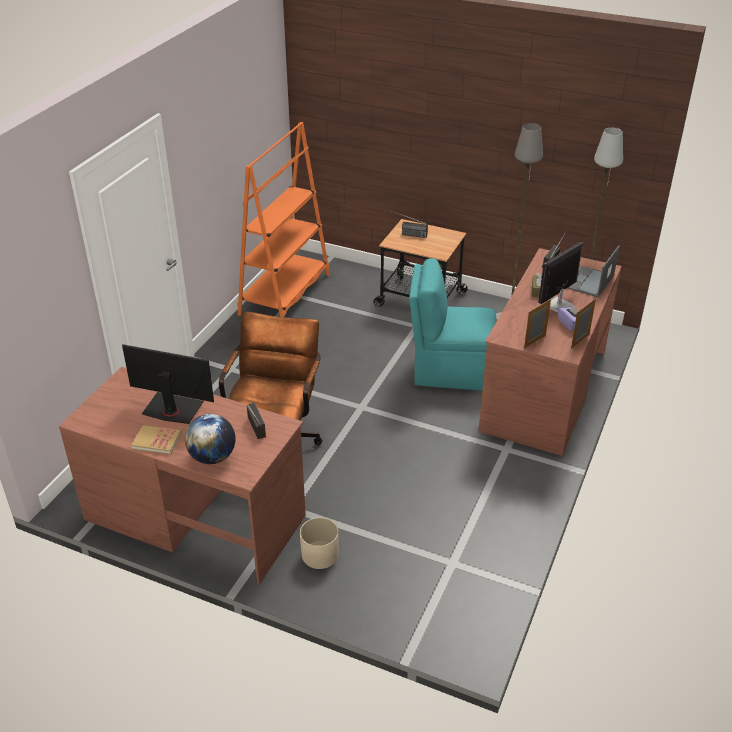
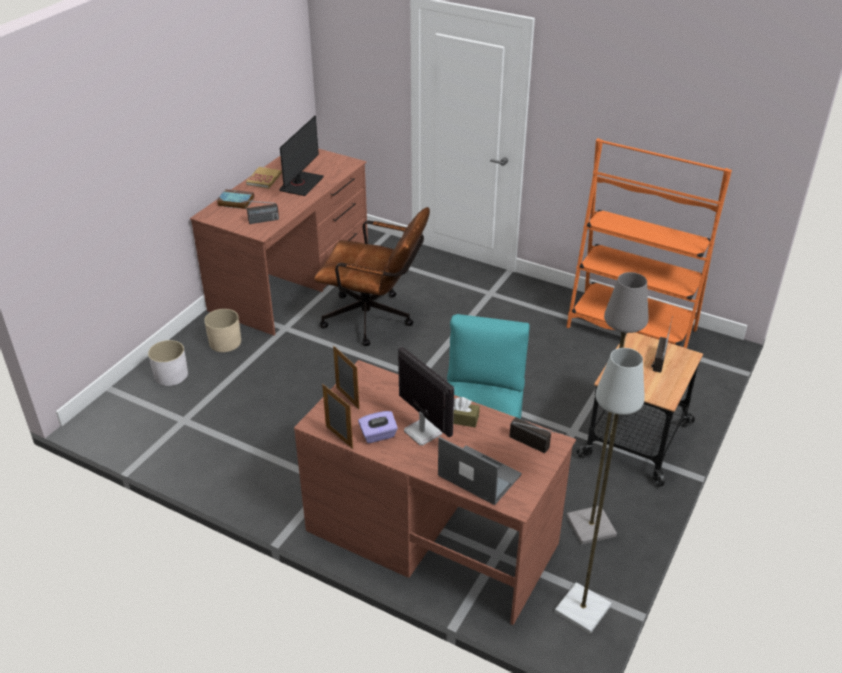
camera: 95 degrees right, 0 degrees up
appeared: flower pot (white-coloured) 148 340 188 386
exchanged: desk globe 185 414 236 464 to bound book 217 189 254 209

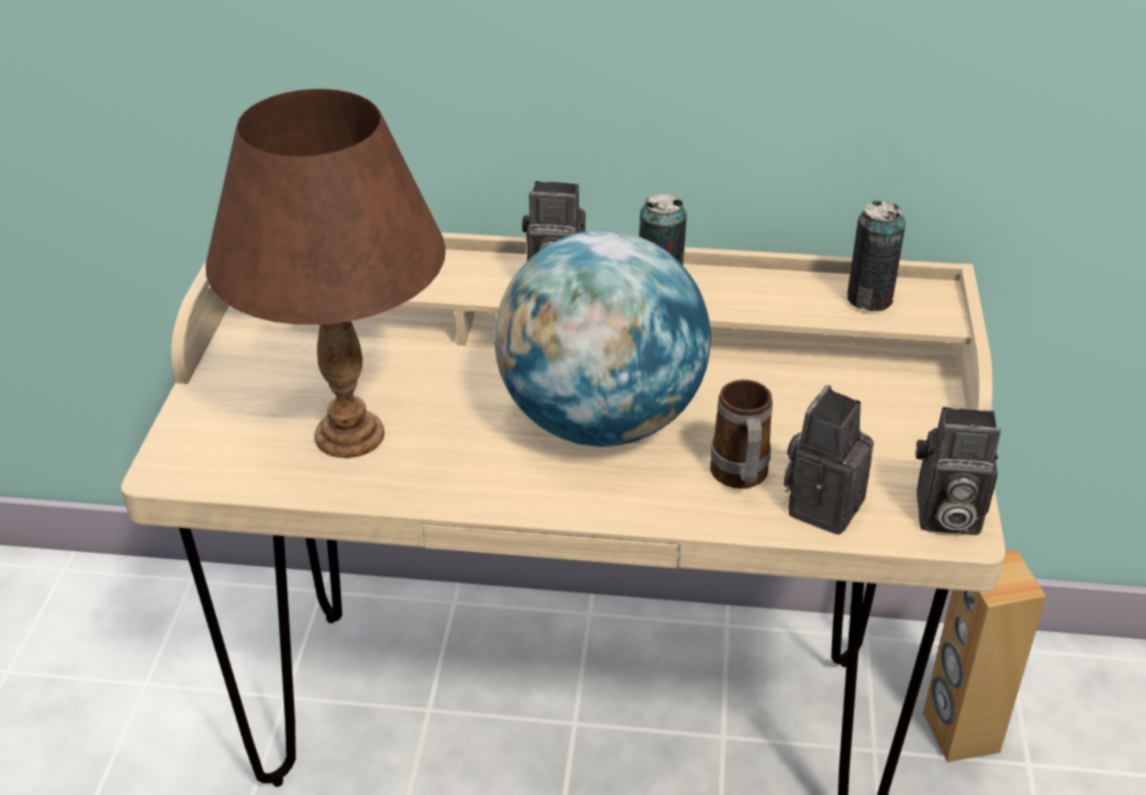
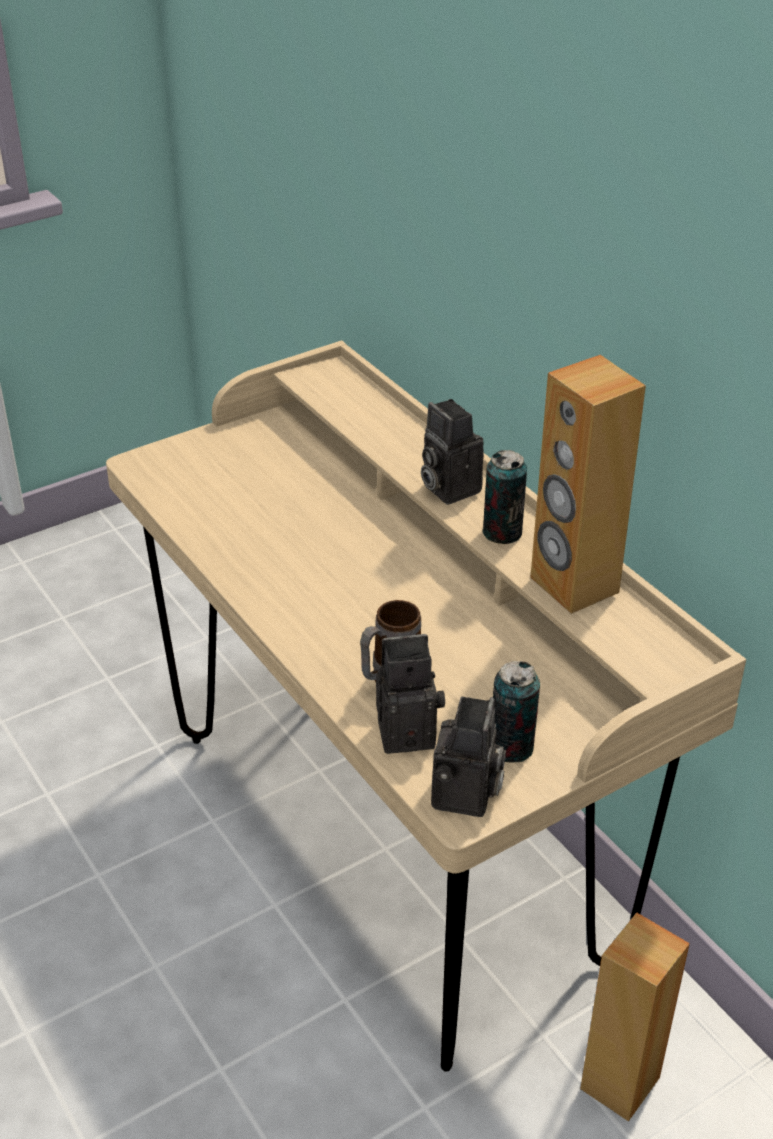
camera: 50 degrees right, 0 degrees up
missing: table lamp (brown) 206 89 446 458; desk globe 494 230 711 447
appeared: speaker (brown) 530 355 646 614
relocated: metal can 847 200 906 311 to 493 661 540 763
spun: still camera 916 407 1001 535 = 431 697 506 817 135 degrees counterclockwise

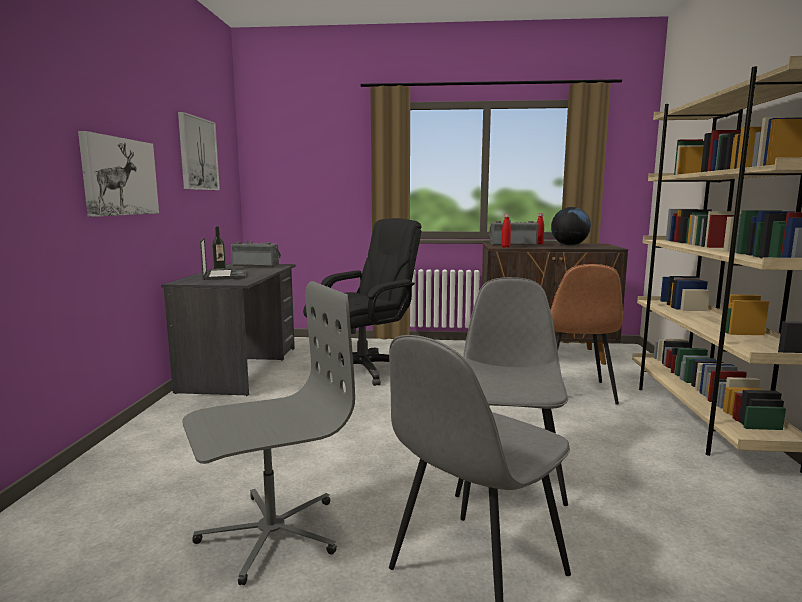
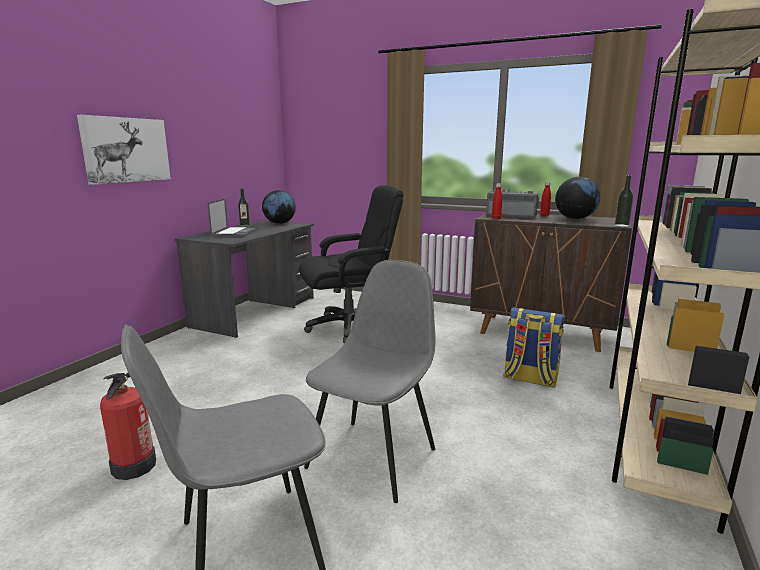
camera: 20 degrees right, 5 degrees up
missing: wall art 178 112 220 190
appeared: beverage bottle 615 175 634 227
exchanged: radio 231 241 281 267 to desk globe 262 190 296 224; upright chair (brown) 550 264 623 405 to backpack 503 308 565 388; computer chair (grey) 182 281 355 585 to extinguisher 100 373 156 480

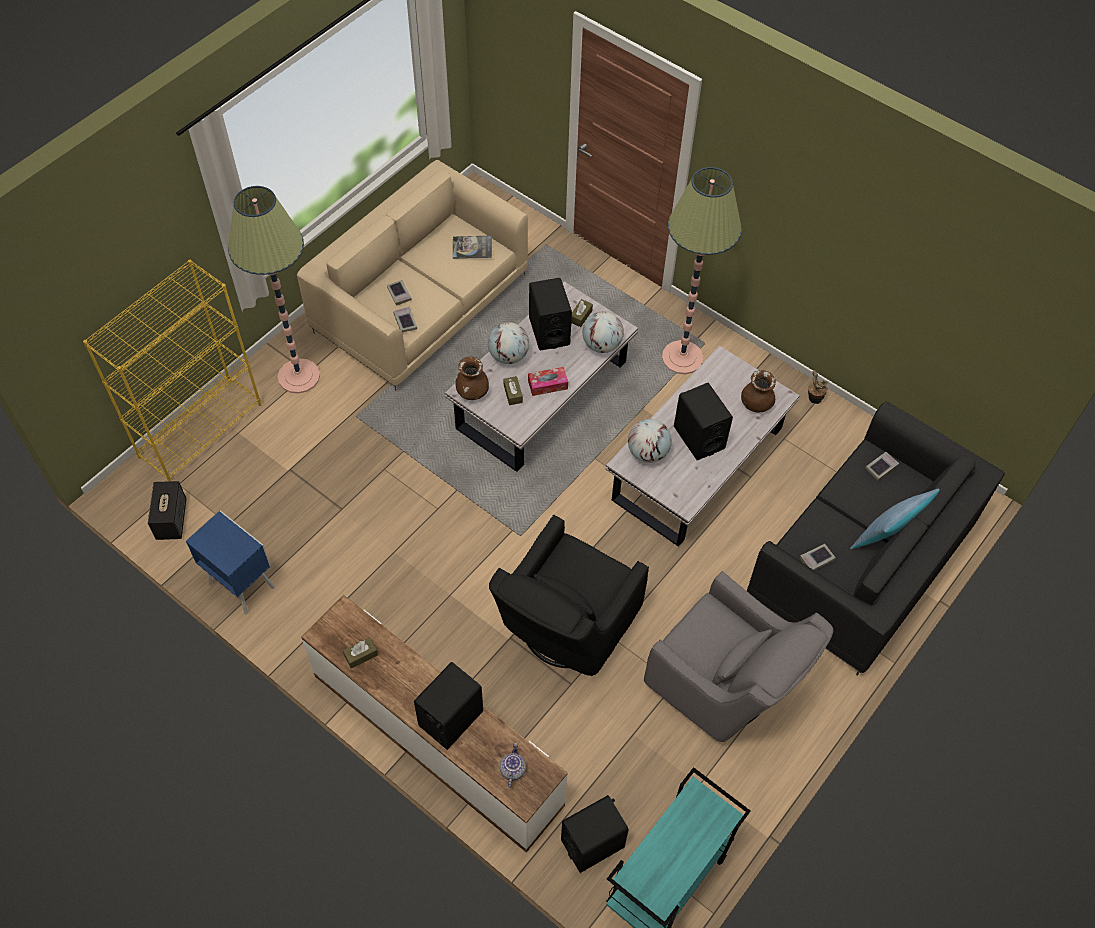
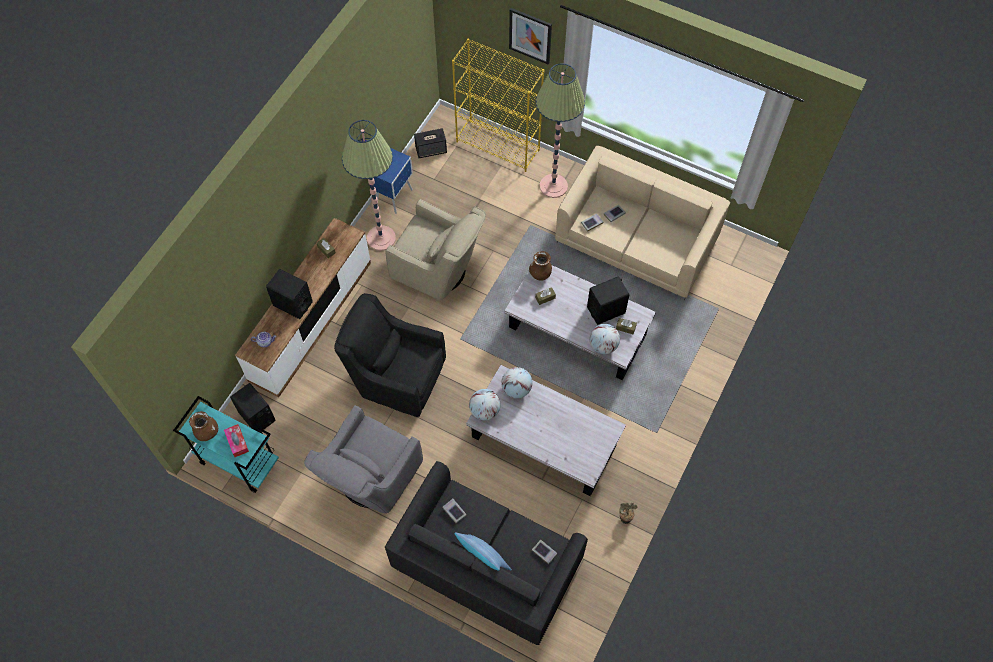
camera: 80 degrees right, 5 degrees up
missing: bound book 453 235 492 259; speaker (black-coloured) 674 383 733 460
appeared: wall art 509 8 552 65; easy chair (beige) 386 199 486 300
relocated: floor lamp 662 167 742 374 to 342 120 396 251; desk globe 488 322 529 364 to 469 389 501 420; tissue box 528 367 568 396 to 224 424 249 457; vase (brown) 741 370 776 412 to 189 411 218 441

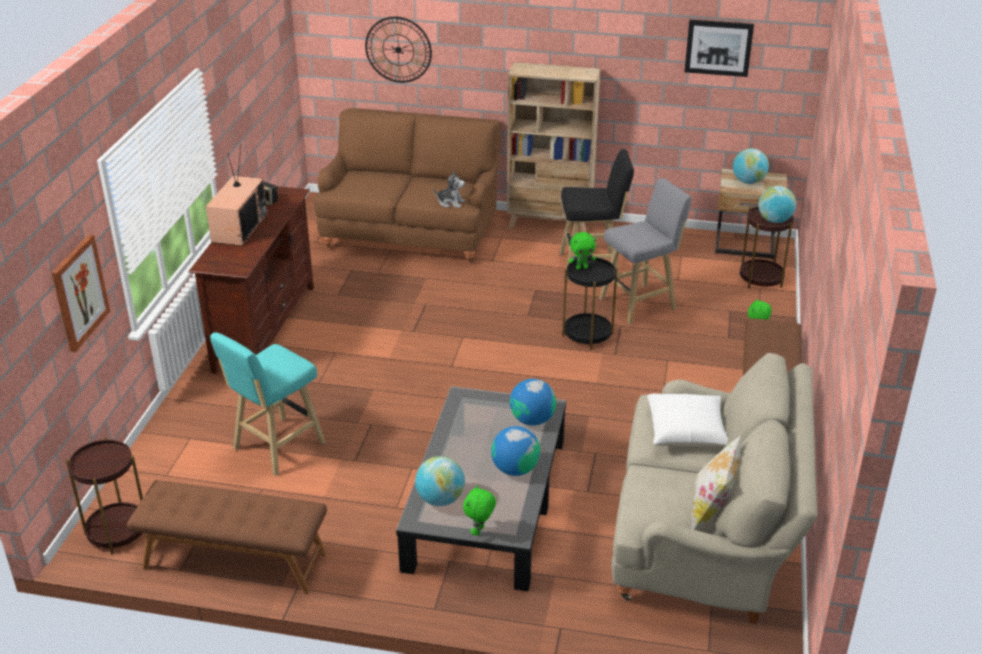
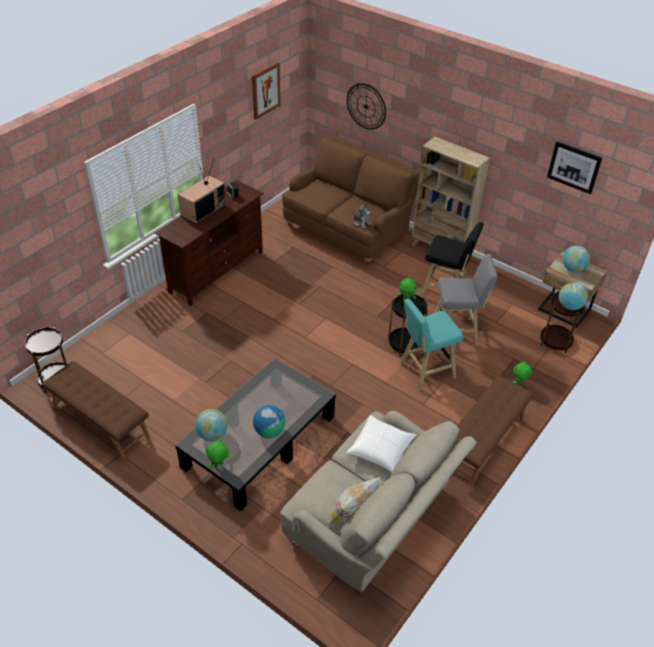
camera: 25 degrees right, 10 degrees up
missing: desk globe 510 379 556 425
relocated: wall art 52 234 110 352 to 252 62 280 120; stool (turquoise) 210 332 326 476 to 400 298 463 391

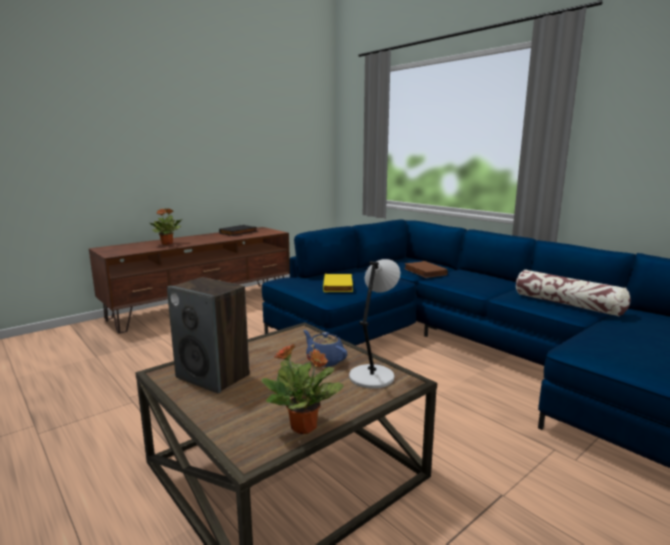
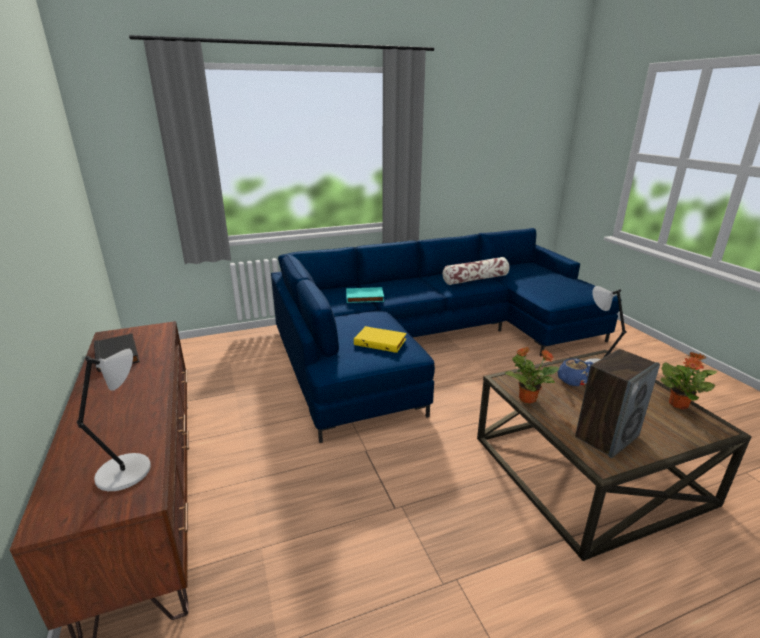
camera: 70 degrees left, 10 degrees up
appeared: table lamp (grey) 77 348 151 491
relocated: houseplant 150 208 182 245 to 505 347 559 404
colour: bound book (brown) 404 261 448 278 to bound book (turquoise) 346 287 384 303

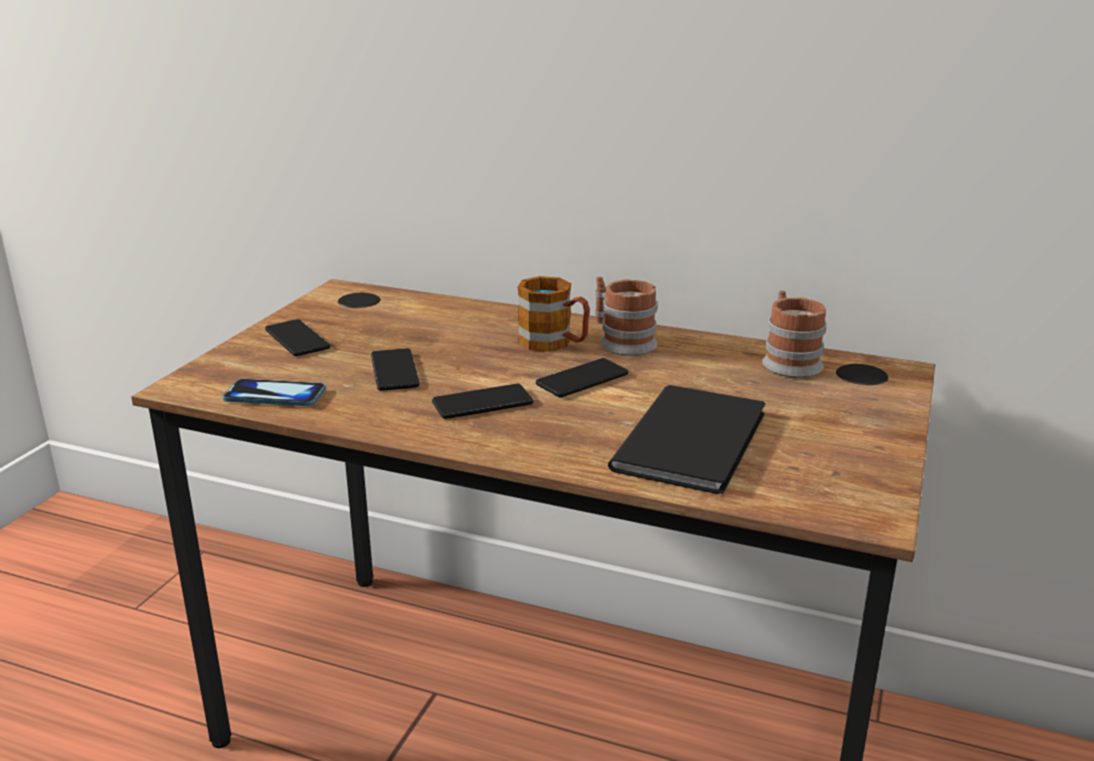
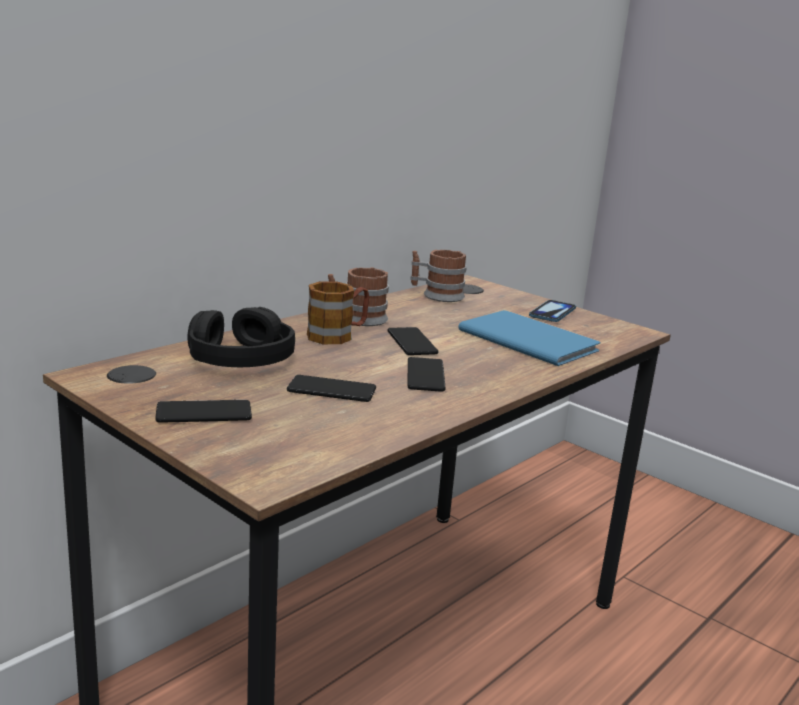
camera: 70 degrees left, 5 degrees down
appeared: headset (black-coloured) 188 307 295 367
relocated: phone 223 379 326 406 to 529 300 576 322
colour: bound book (black-coloured) 608 385 765 494 to bound book (blue) 458 310 601 366

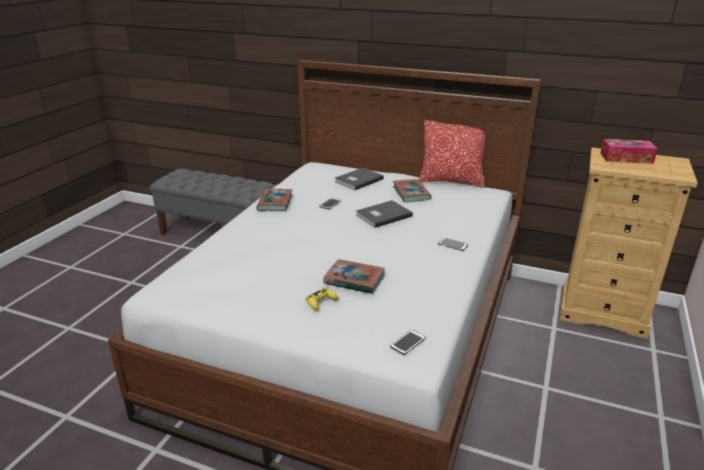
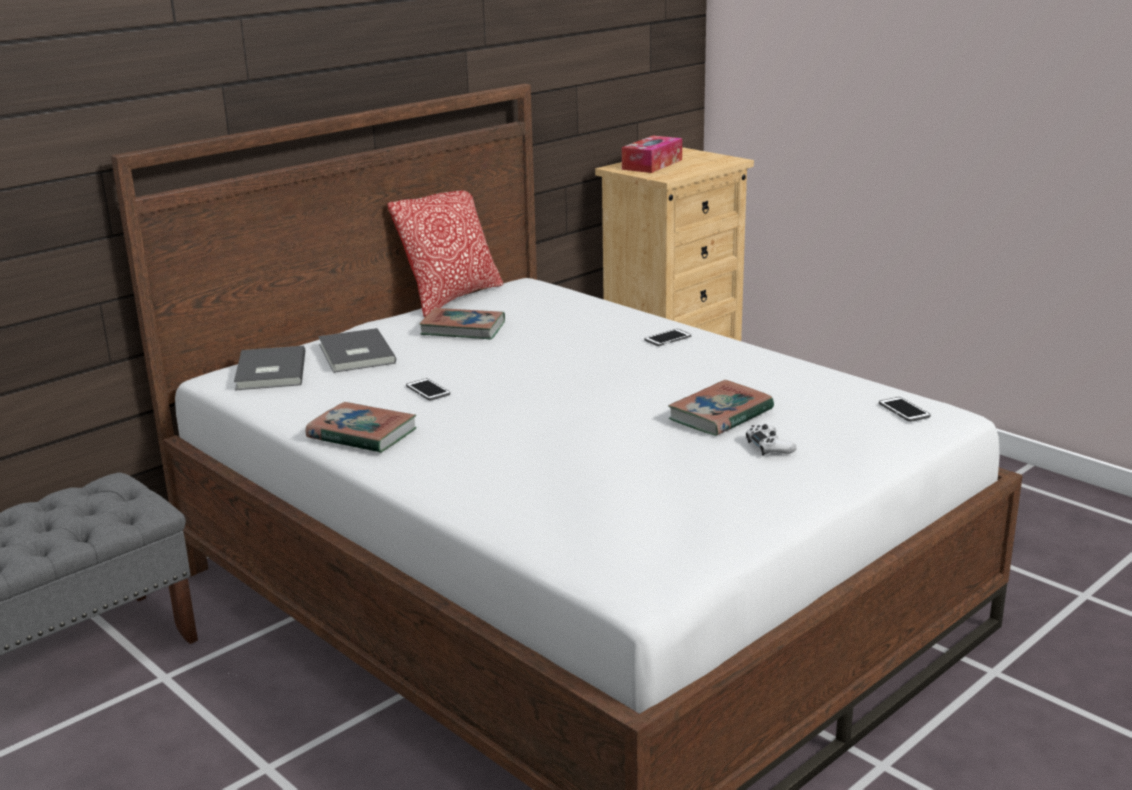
camera: 65 degrees left, 5 degrees down
relocated: bound book (grey) 356 200 413 228 to 234 346 305 391
colour: gamepad (yellow-coloured) 306 288 338 311 to gamepad (white-coloured) 746 424 797 456

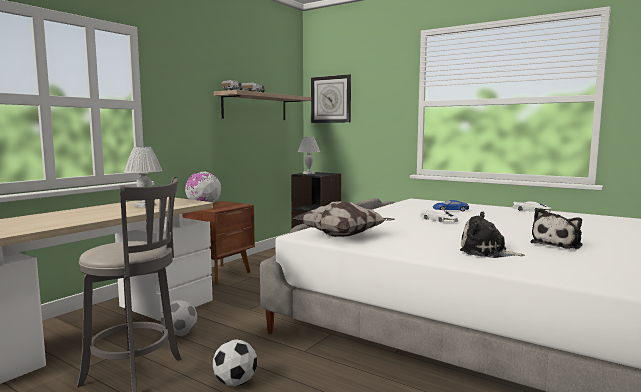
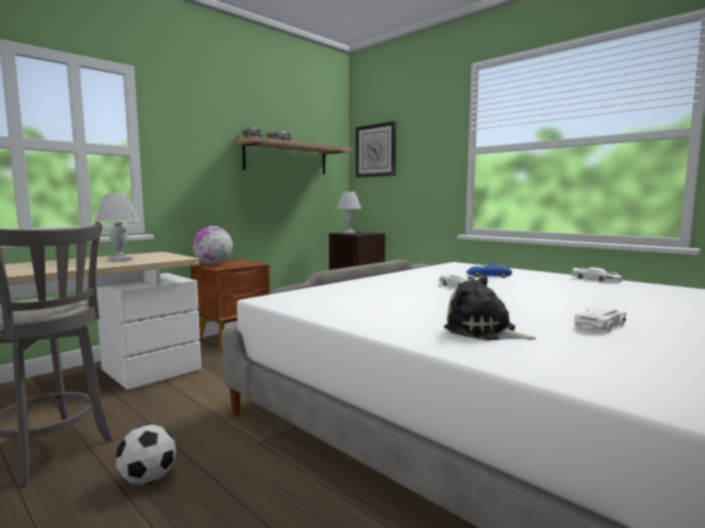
camera: 10 degrees right, 0 degrees up
missing: cushion 293 201 395 237; football ball 160 300 197 337
exchanged: cuddly toy 530 208 582 249 to miniature car (white-coloured) 574 306 626 332

